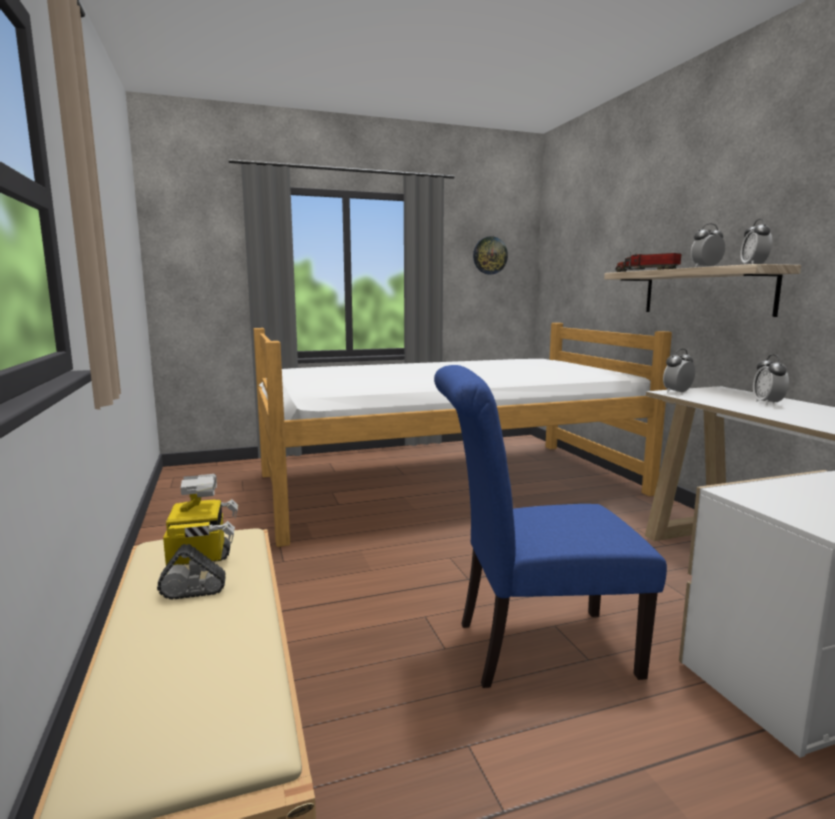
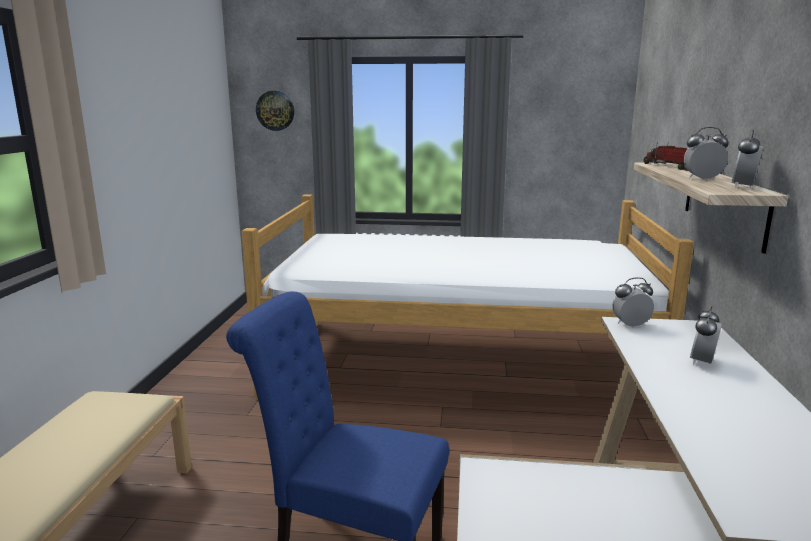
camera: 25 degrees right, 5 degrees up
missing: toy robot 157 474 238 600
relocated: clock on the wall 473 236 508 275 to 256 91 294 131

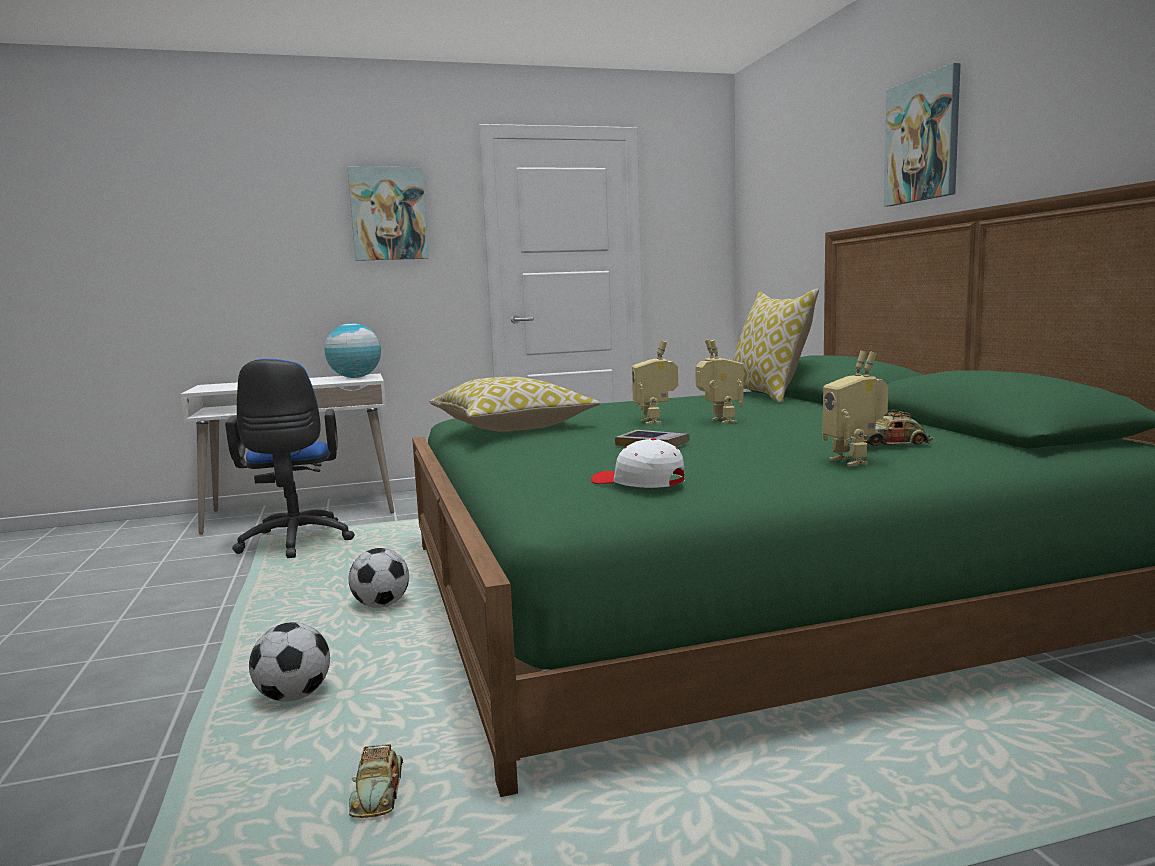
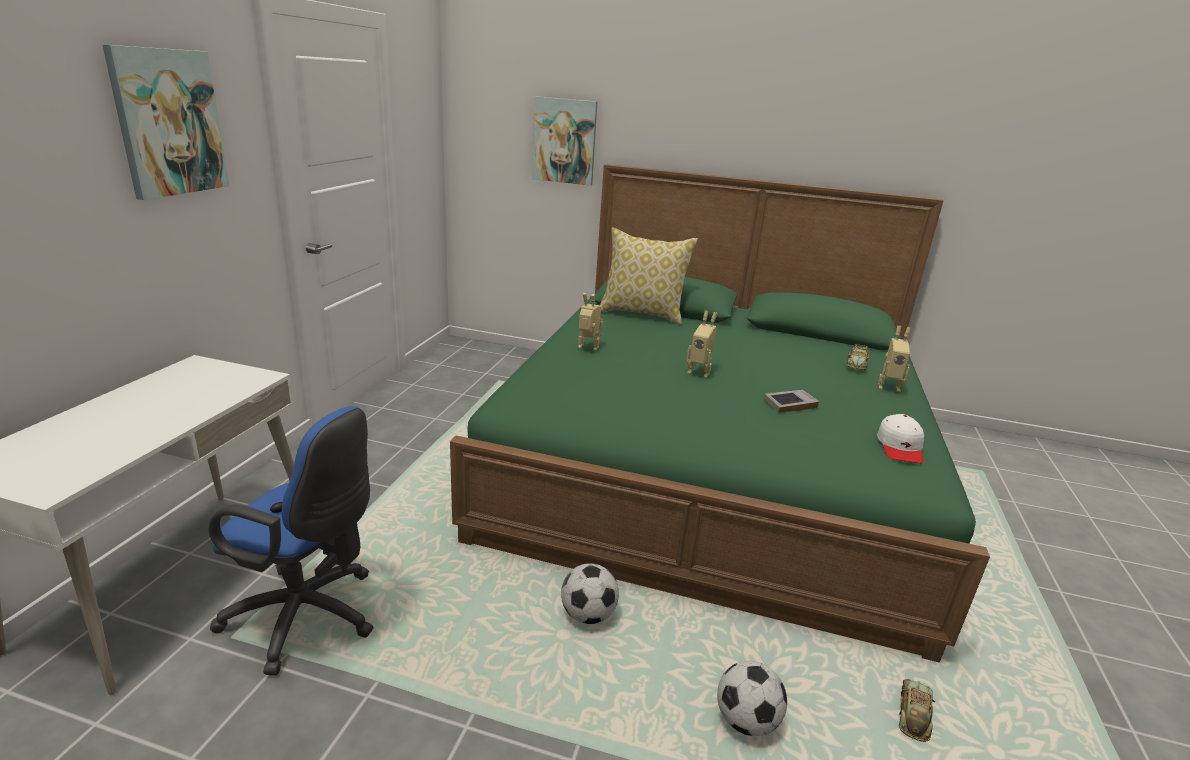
camera: 60 degrees left, 15 degrees up
missing: desk globe 325 323 381 378; cushion 429 377 600 432
relocated: wall art 884 63 961 206 to 532 96 598 186; toy robot 695 339 744 424 to 578 293 603 351
spun: peaked cap (white-coloured) 591 438 685 488 = 877 414 924 464 60 degrees counterclockwise; miniature car 349 744 403 818 = 899 679 935 742 90 degrees counterclockwise

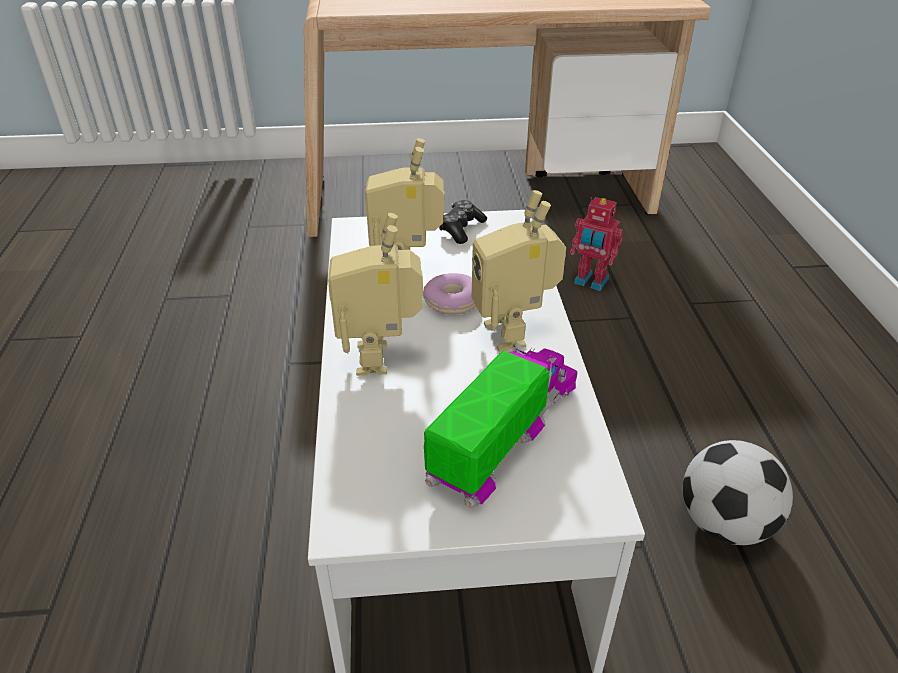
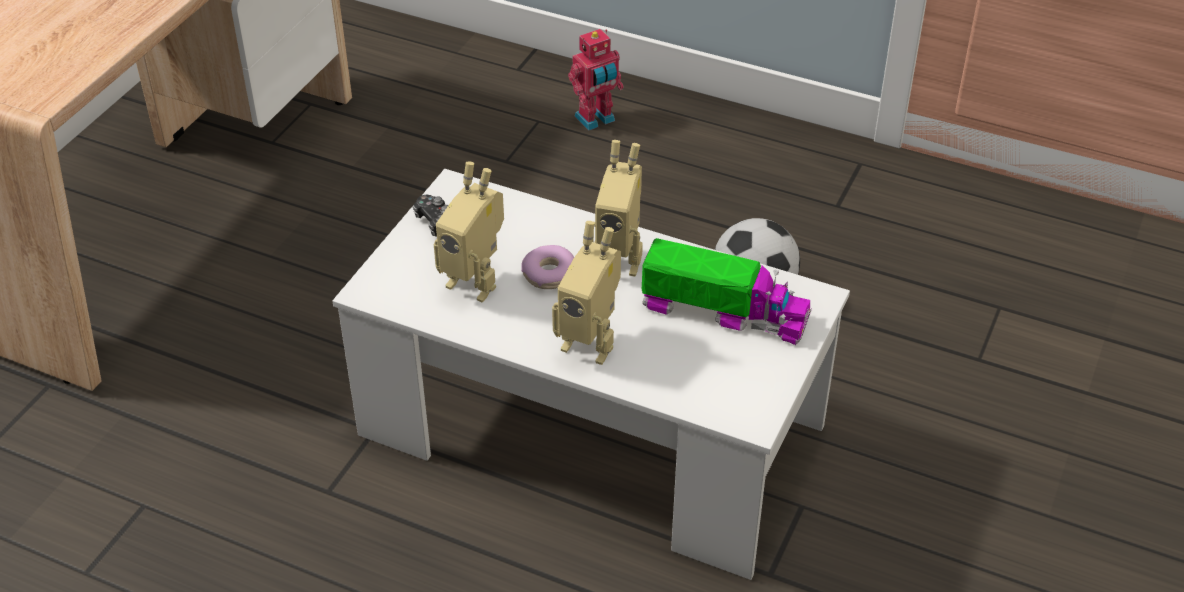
camera: 60 degrees left, 5 degrees up
relocated: toy robot 570 197 623 291 to 568 29 624 130
spun: model truck 424 343 577 508 = 642 238 812 345 135 degrees clockwise

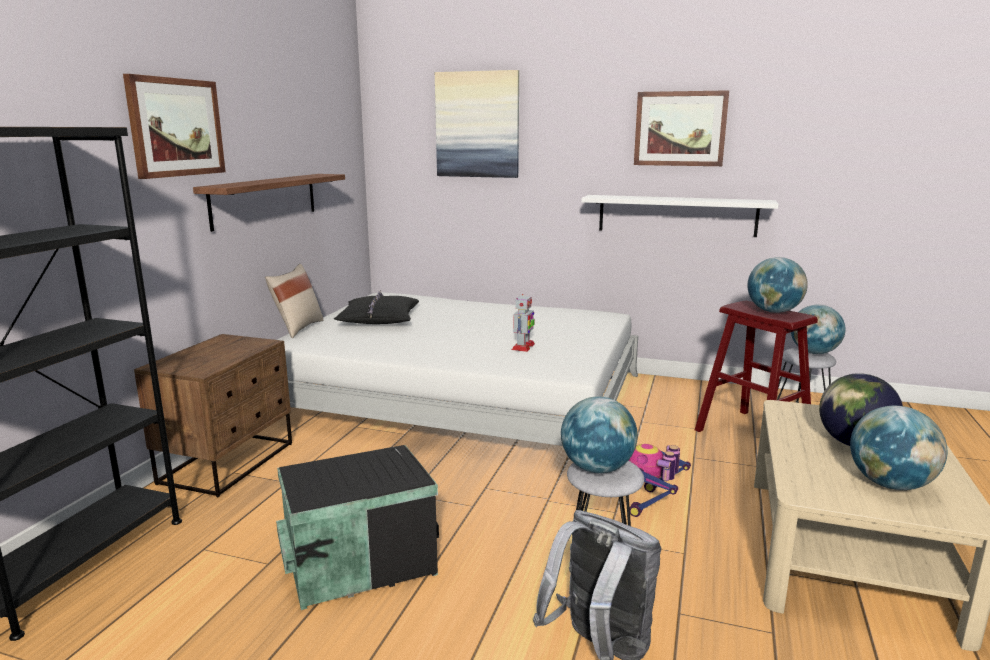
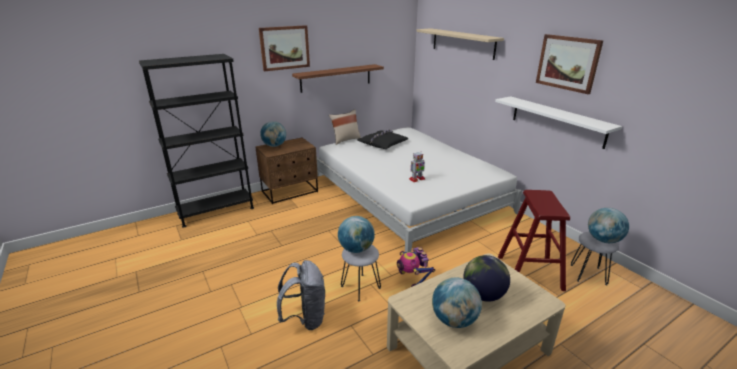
camera: 40 degrees right, 10 degrees up
missing: storage box (black-coloured) 276 445 439 610
relocated: desk globe 748 257 808 313 to 260 121 286 147
exchanged: wall art 435 70 519 178 to bracket shelf (beige) 416 28 504 60
spun: toy robot 628 444 691 517 = 397 247 435 287 90 degrees counterclockwise

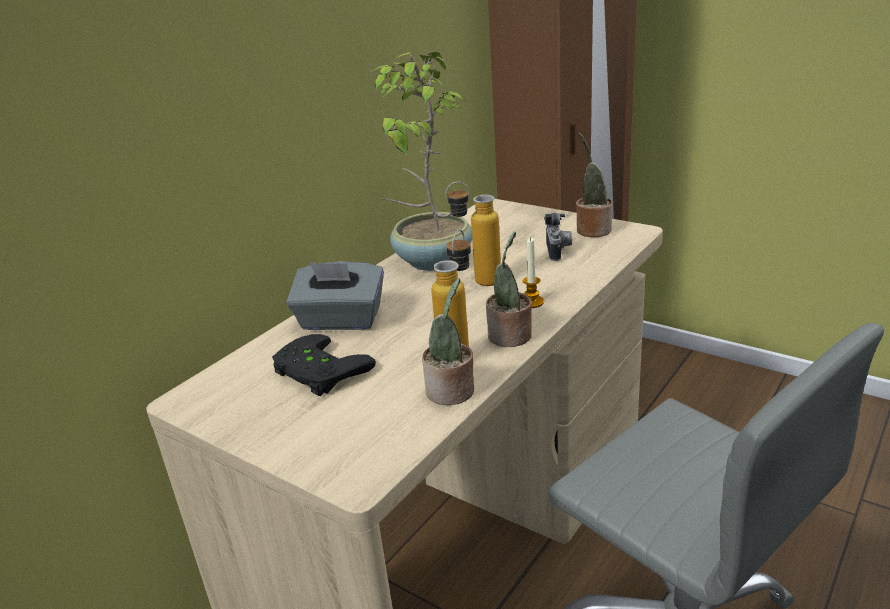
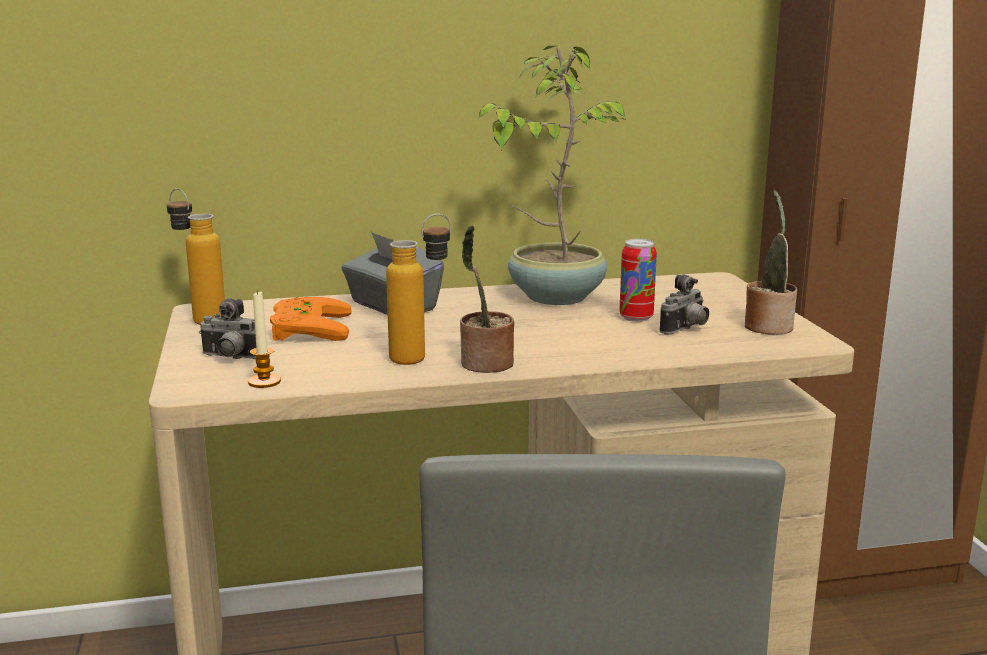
camera: 40 degrees right, 10 degrees down
missing: houseplant 422 278 474 405
appeared: metal can 619 239 657 322; still camera 199 298 256 359
relocated: beverage bottle 446 181 501 286 to 167 188 225 325; wax light 523 237 544 308 to 248 290 281 388
colour: gamepad (black-coloured) 272 334 376 396 to gamepad (orangey) 270 297 352 341

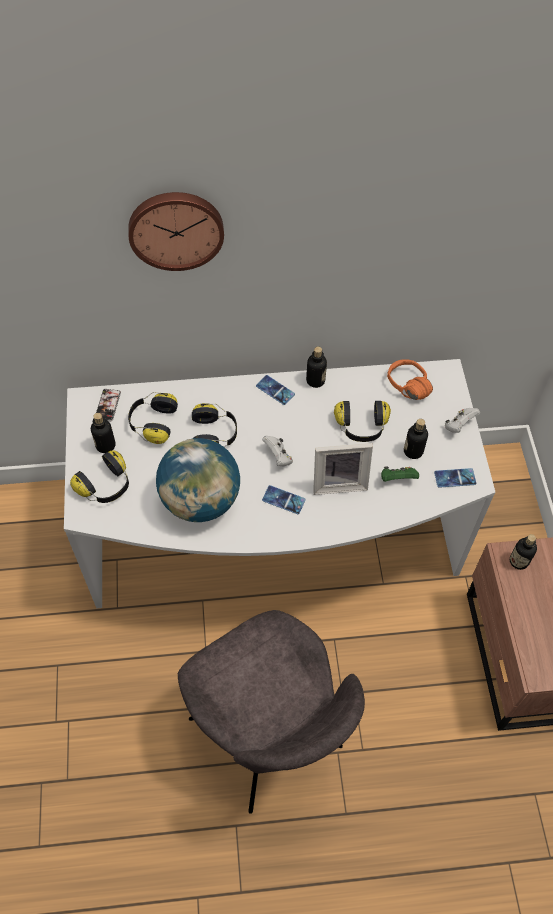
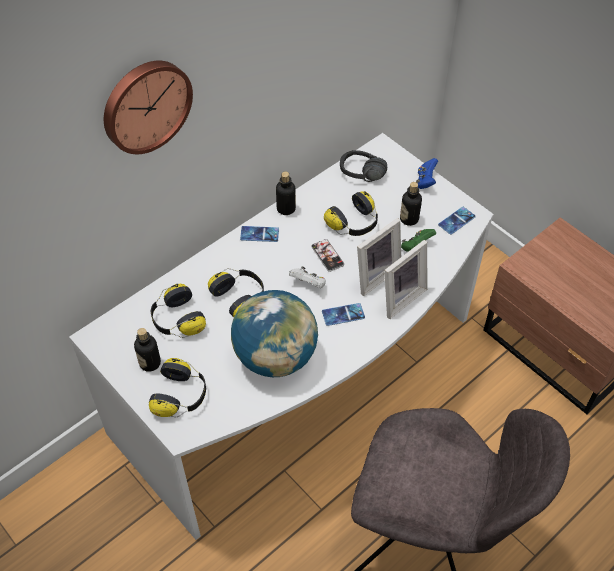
camera: 35 degrees left, 5 degrees down
missing: beverage bottle 510 534 537 570
appeared: photo frame 384 240 427 319
relocated: phone 96 389 121 421 to 311 239 345 272
colour: headset (orangey) 387 359 433 400 to headset (black-coloured) 340 150 387 182; gamepad (white-coloured) 445 408 480 433 to gamepad (blue) 416 158 438 189

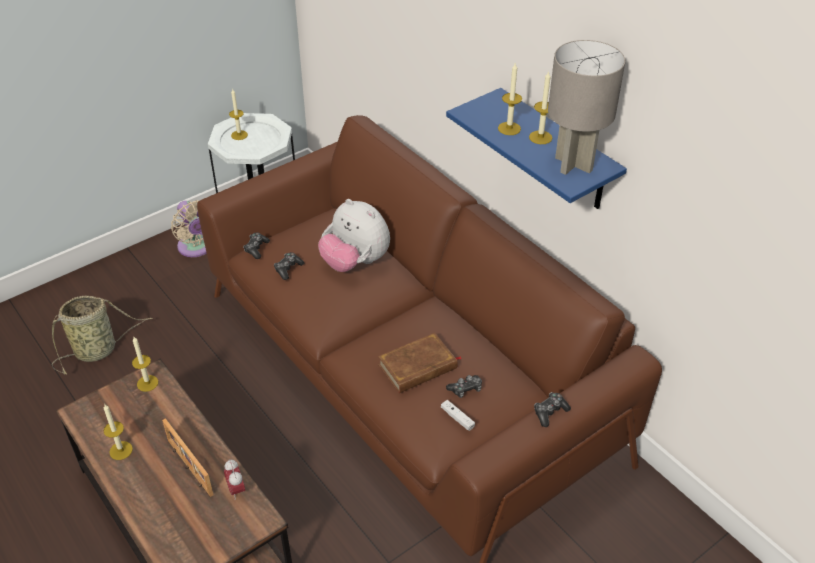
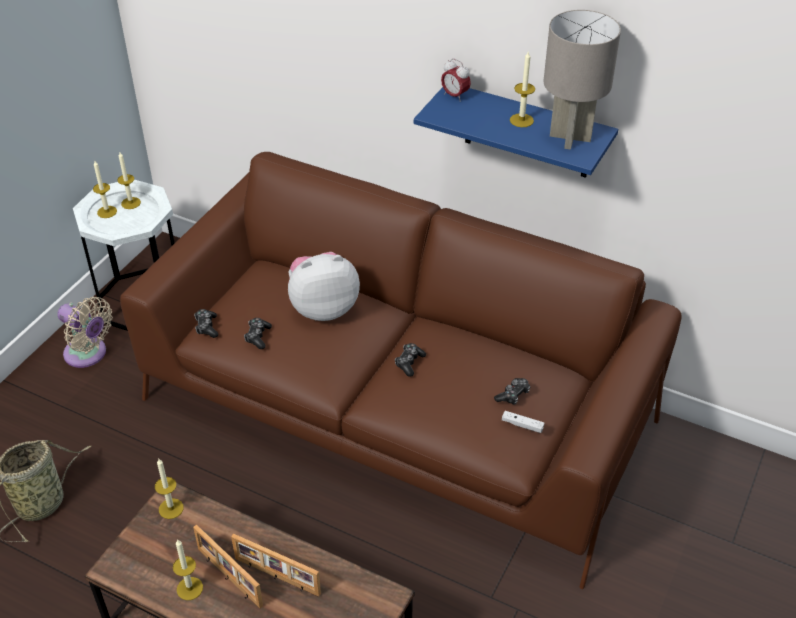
camera: 25 degrees left, 0 degrees up
missing: bound book (brown) 378 333 462 393
appeared: photo frame 193 525 263 609
relocated: wax light 498 63 522 135 to 117 153 141 209; gamepad 534 392 571 427 to 395 343 426 377; table clock 224 459 245 500 to 441 58 471 102
spun: cuddly toy 318 199 390 272 = 288 252 360 321 150 degrees clockwise

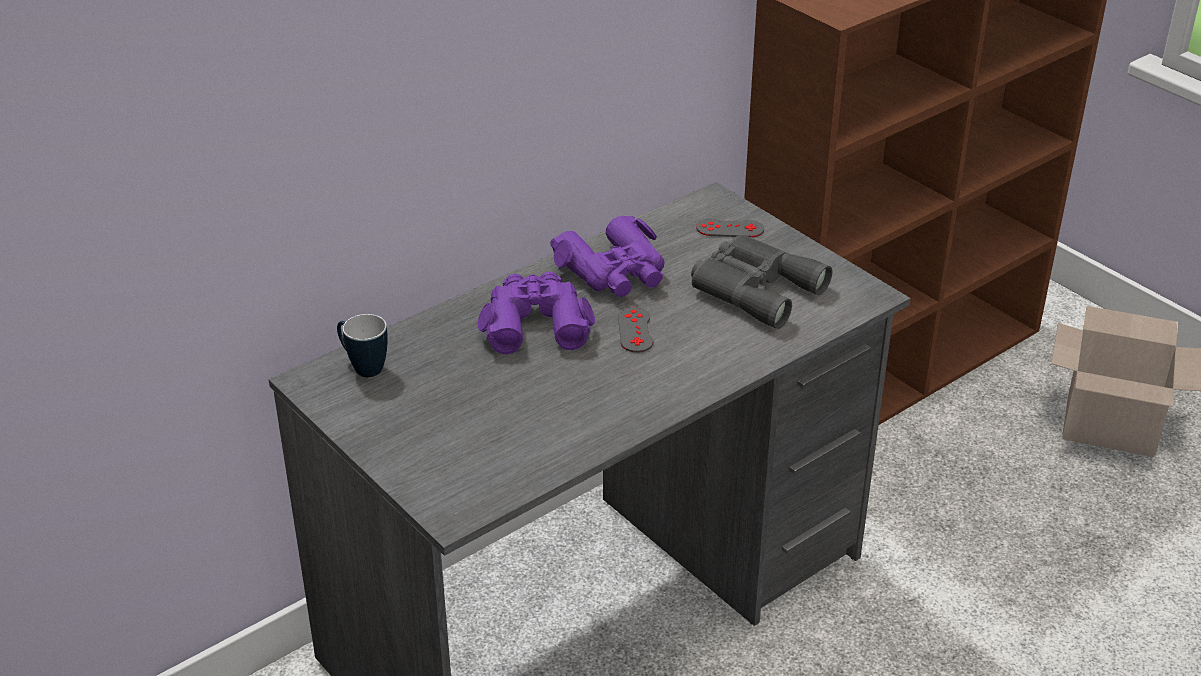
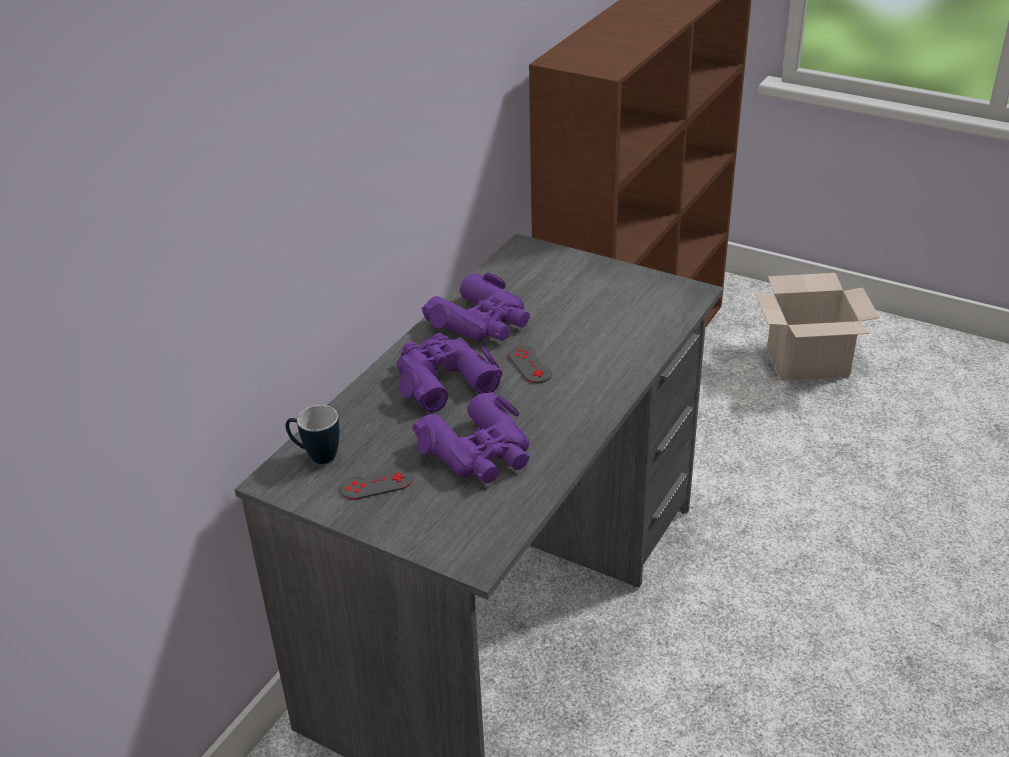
camera: 20 degrees left, 0 degrees up
missing: pair of binoculars (grey) 691 235 832 329
appeared: pair of binoculars (purplish) 412 392 530 483
relocated: gamepad (grey) 696 218 764 238 to 340 467 413 500

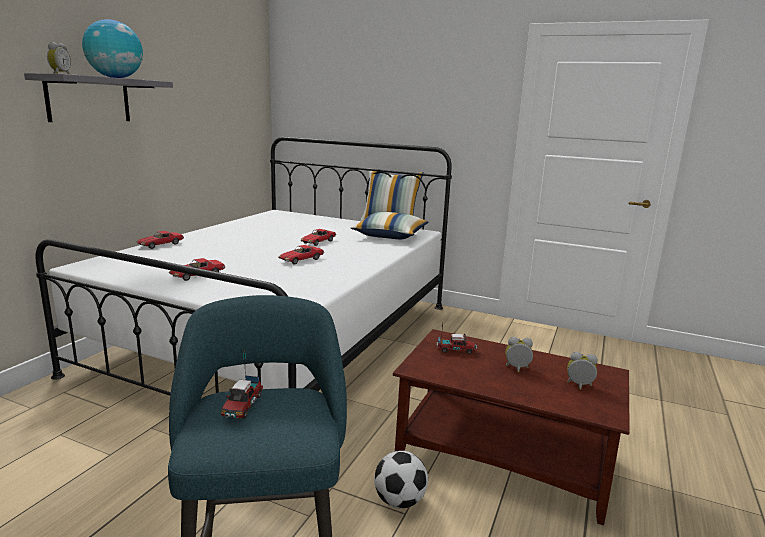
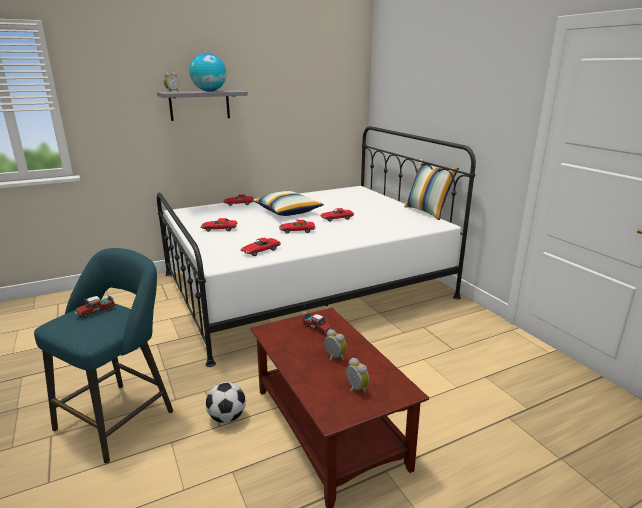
camera: 40 degrees right, 5 degrees up
appeared: miniature car 241 238 281 256
relocated: cushion 351 212 429 239 to 253 191 324 216

